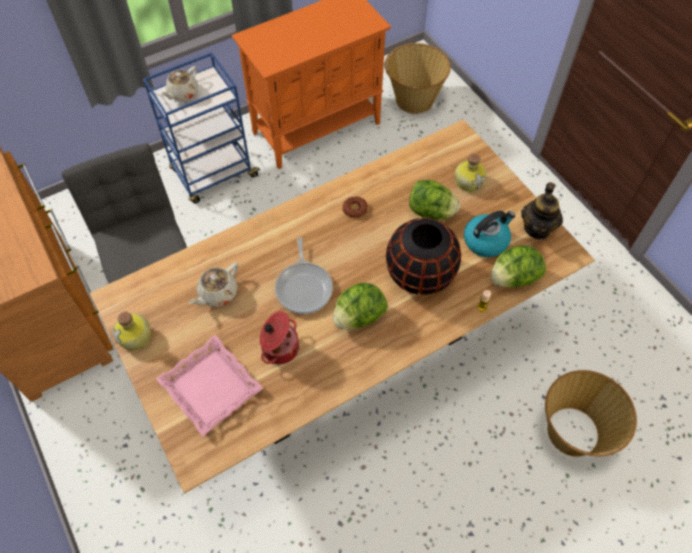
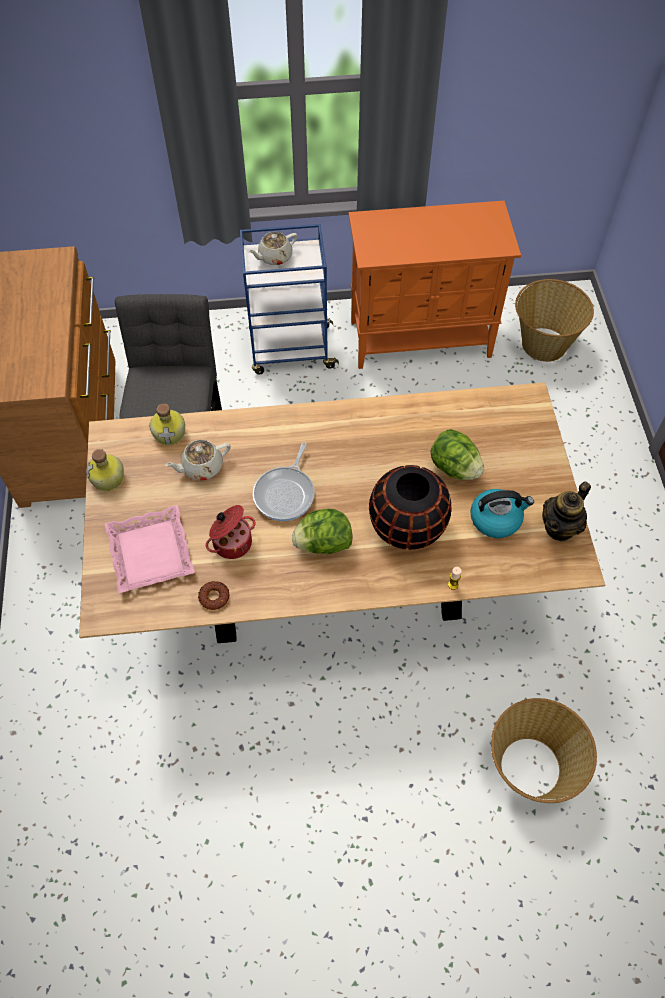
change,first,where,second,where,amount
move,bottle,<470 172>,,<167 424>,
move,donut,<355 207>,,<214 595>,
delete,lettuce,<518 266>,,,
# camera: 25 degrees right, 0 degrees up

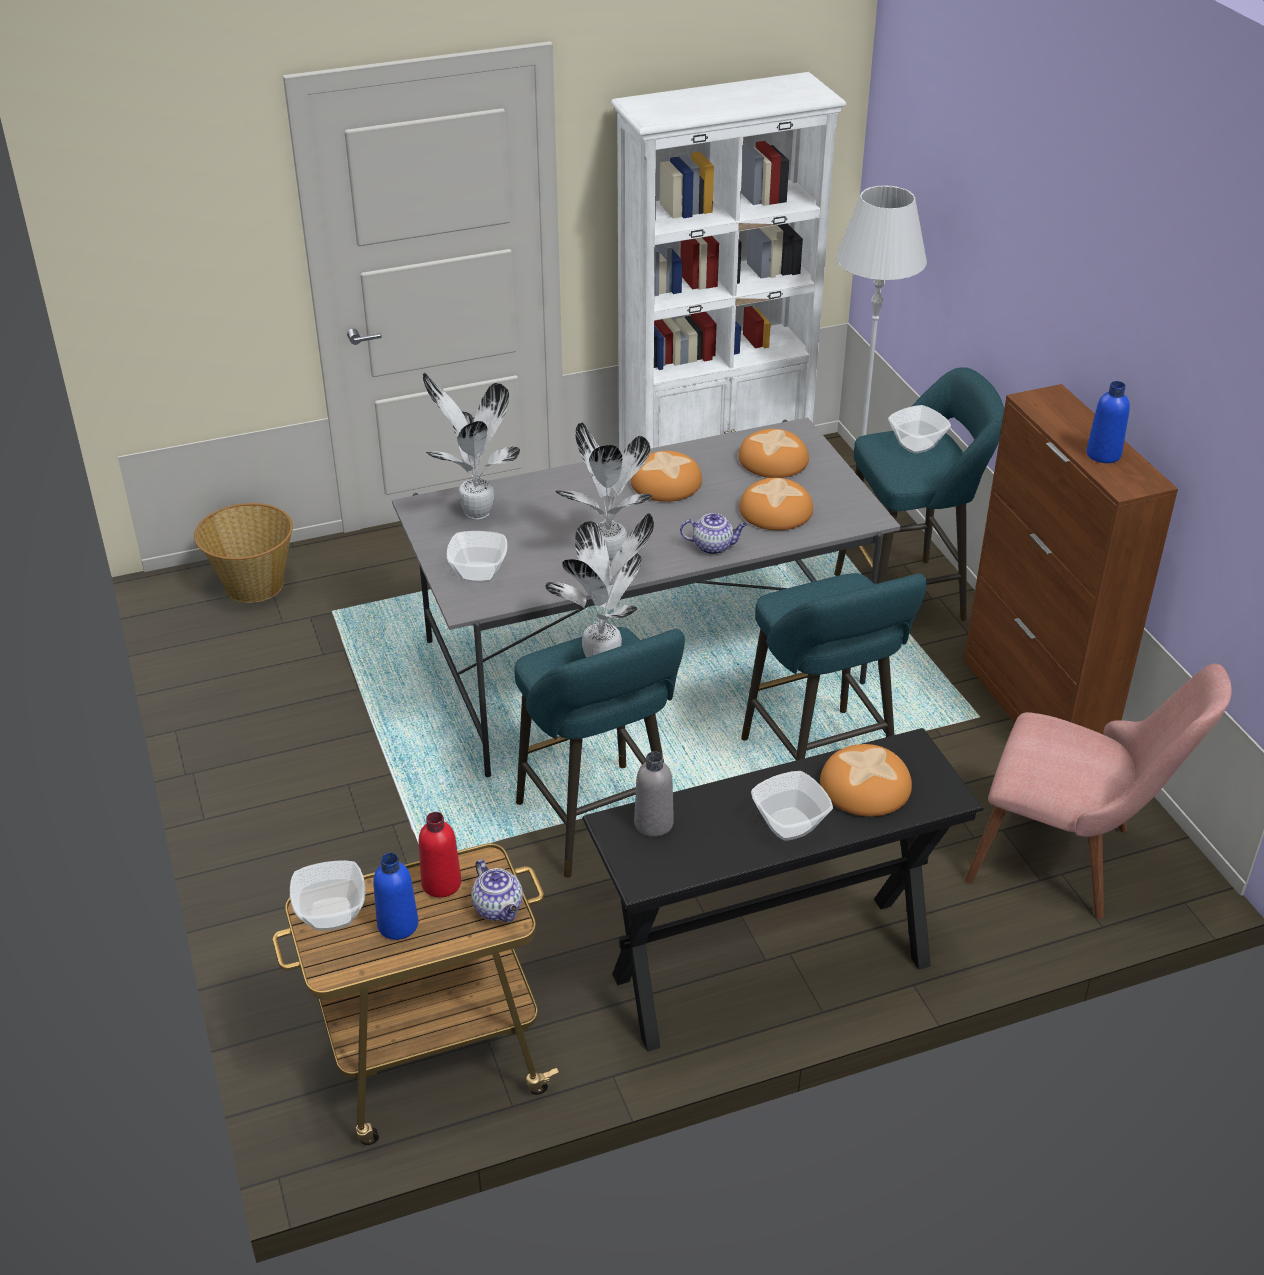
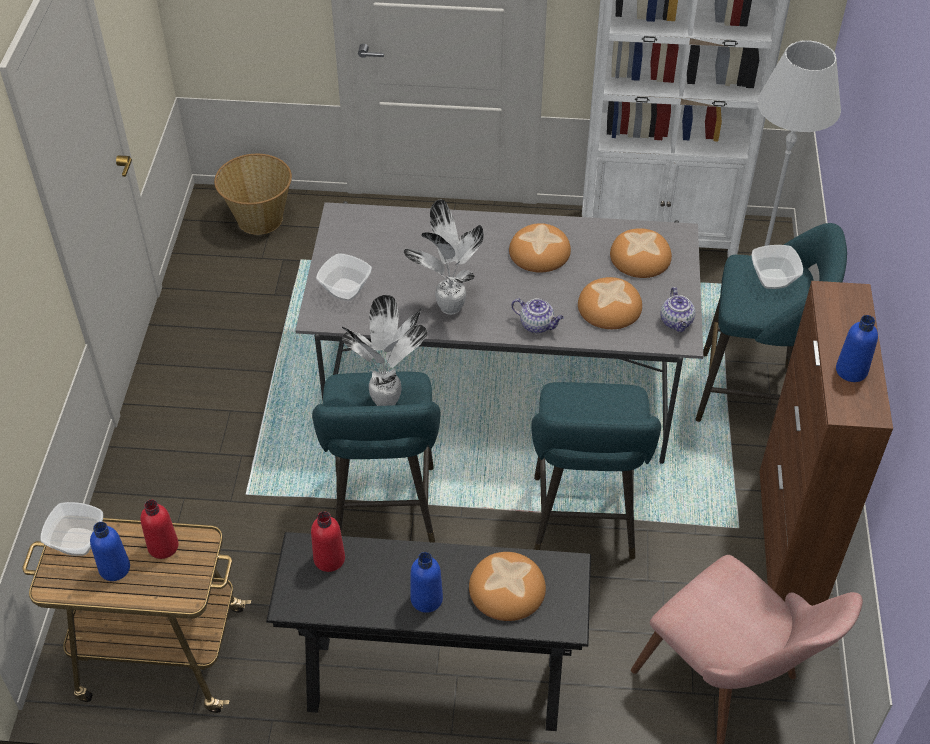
change,first,where,second,where,amount
recolor,grey bottle,<654 794>,red bottle,<328 541>,
replace,bowl,<792 806>,blue bottle,<426 582>,
move,teapot,<497 890>,,<678 309>,
delete,potted plant,<471 446>,,,
# camera: 25 degrees right, 10 degrees up

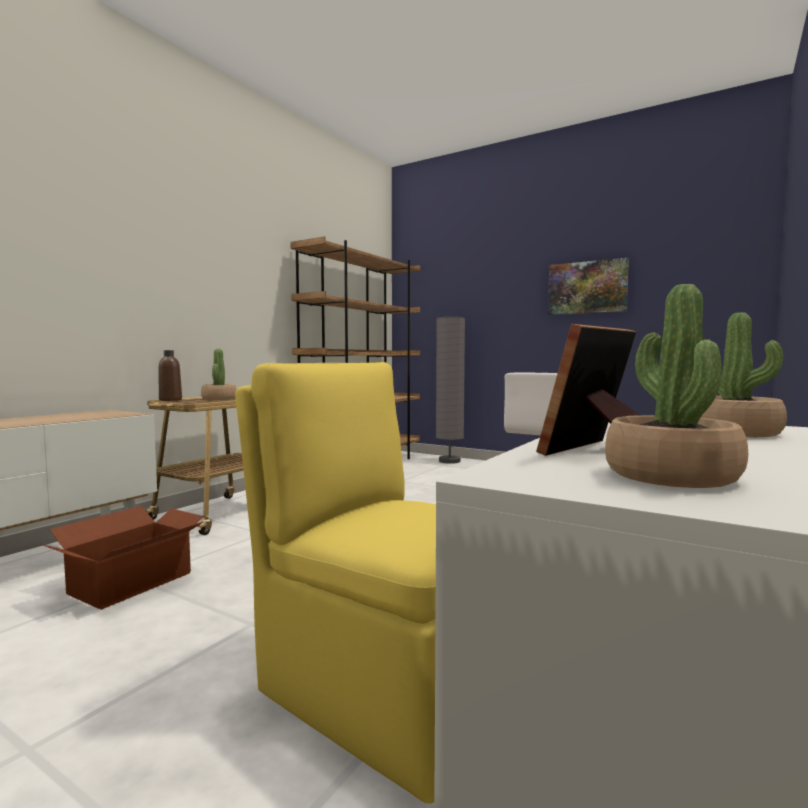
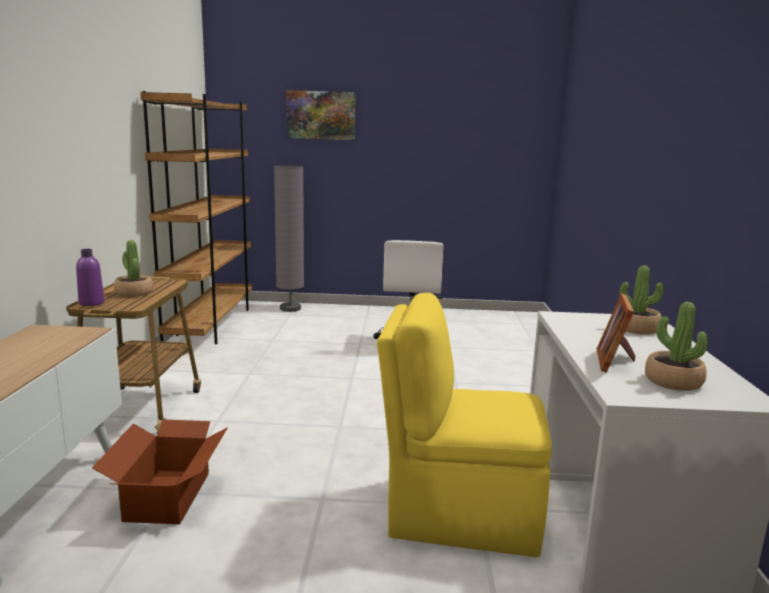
change,first,where,second,where,amount
recolor,brown bottle,<170 375>,purple bottle,<90 277>,
move,picture,<588 286>,,<321 115>,
# camera: 30 degrees left, 10 degrees up

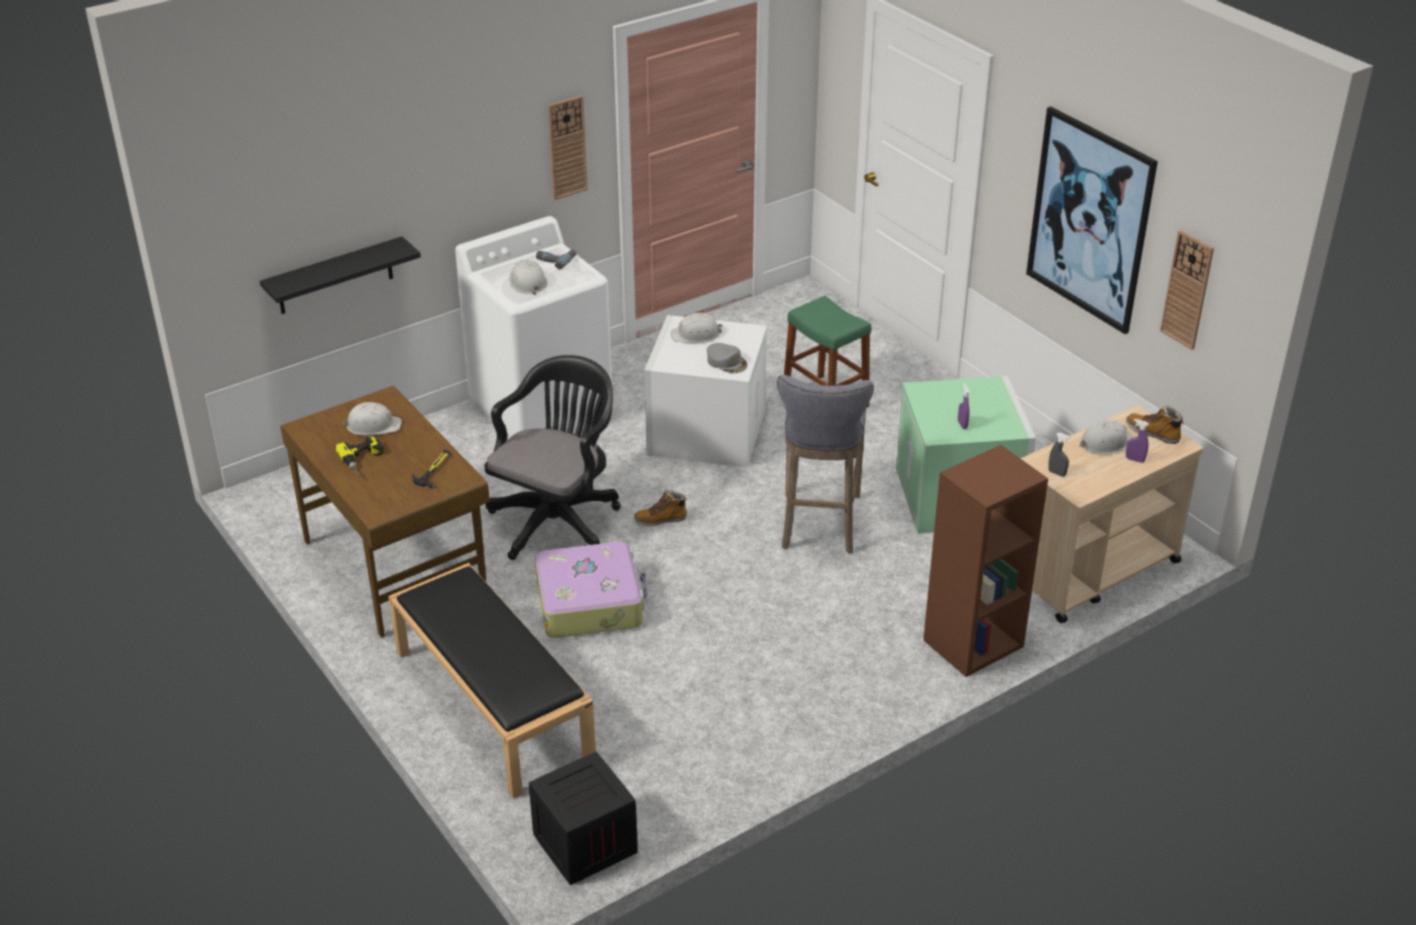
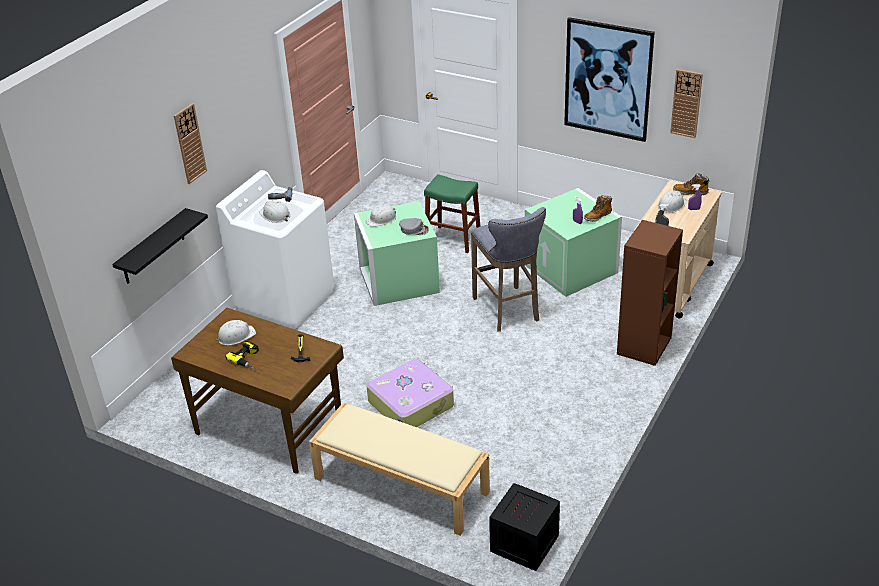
change,first,where,second,where,amount
move,wall clock,<568 147>,,<190 143>,
recolor,black bench,<492 681>,beige bench,<399 469>,
recolor,white storage box,<705 391>,green storage box,<397 253>,
move,boot,<660 508>,,<598 208>,
delete,black office chair,<552 457>,,,
# camera: 25 degrees left, 0 degrees up

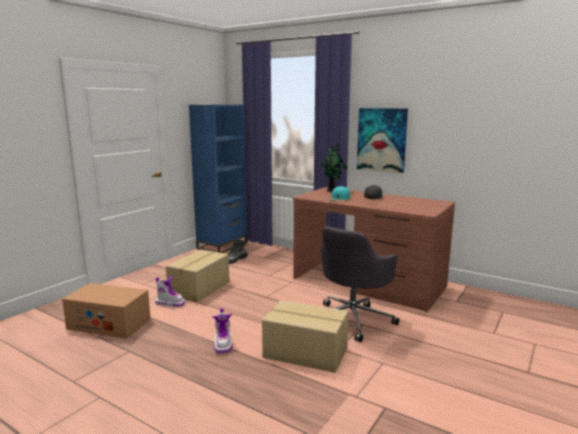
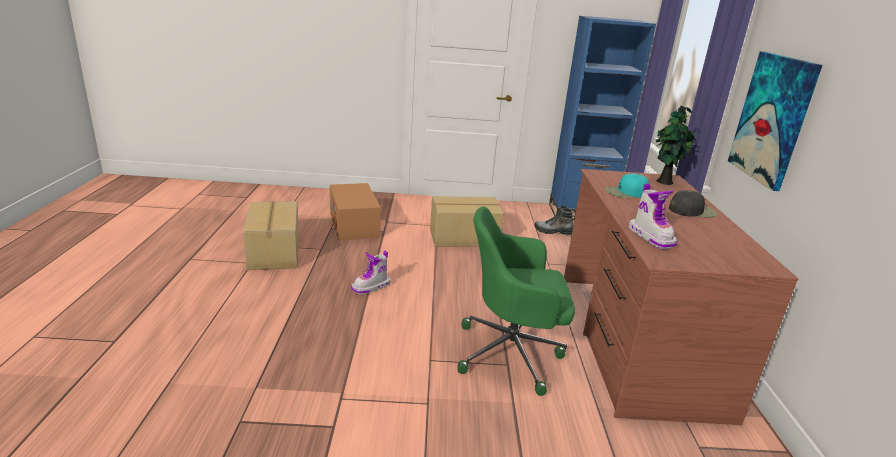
change,first,where,second,where,amount
move,cardboard box,<305 336>,,<271 235>,
recolor,grey office chair,<360 284>,green office chair,<516 301>,
move,boot,<170 291>,,<653 216>,
# camera: 55 degrees right, 10 degrees up

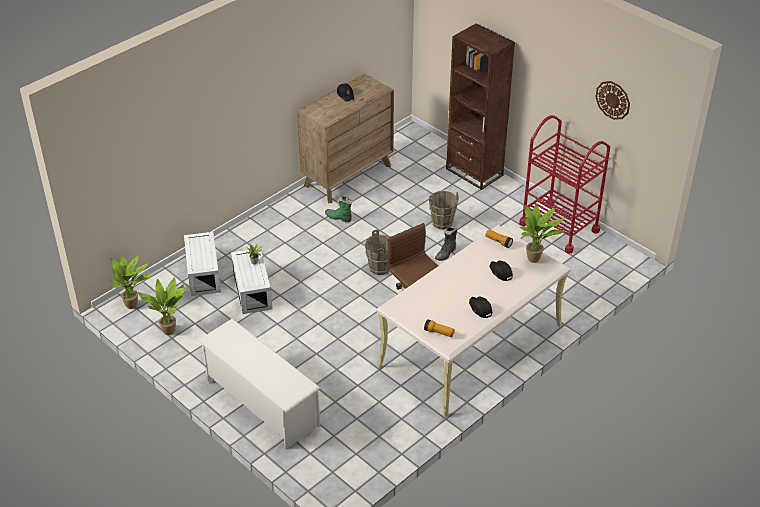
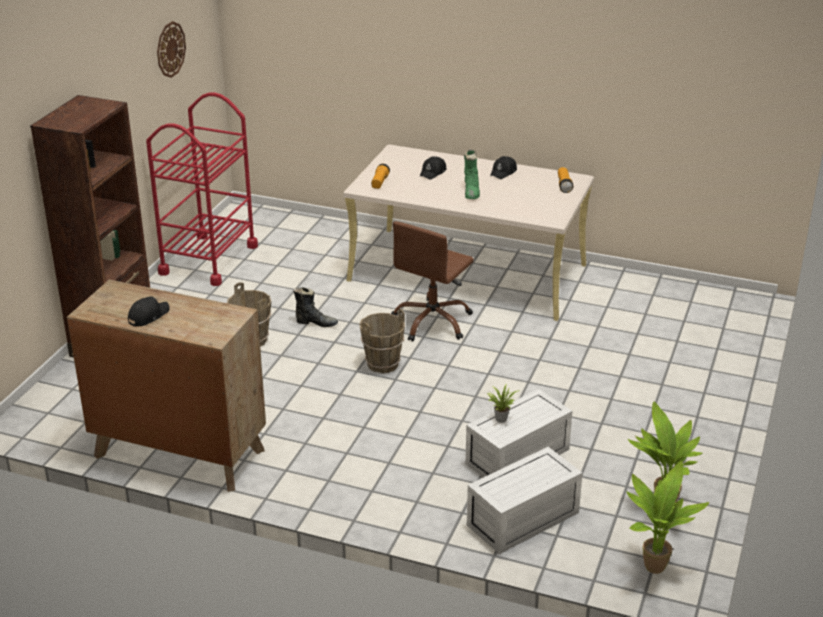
change,first,where,second,where,amount
move,green boot,<338 209>,,<472 174>,
delete,white shoe rack,<259 384>,,,
delete,potted plant,<542 234>,,,
# camera: 115 degrees left, 10 degrees down

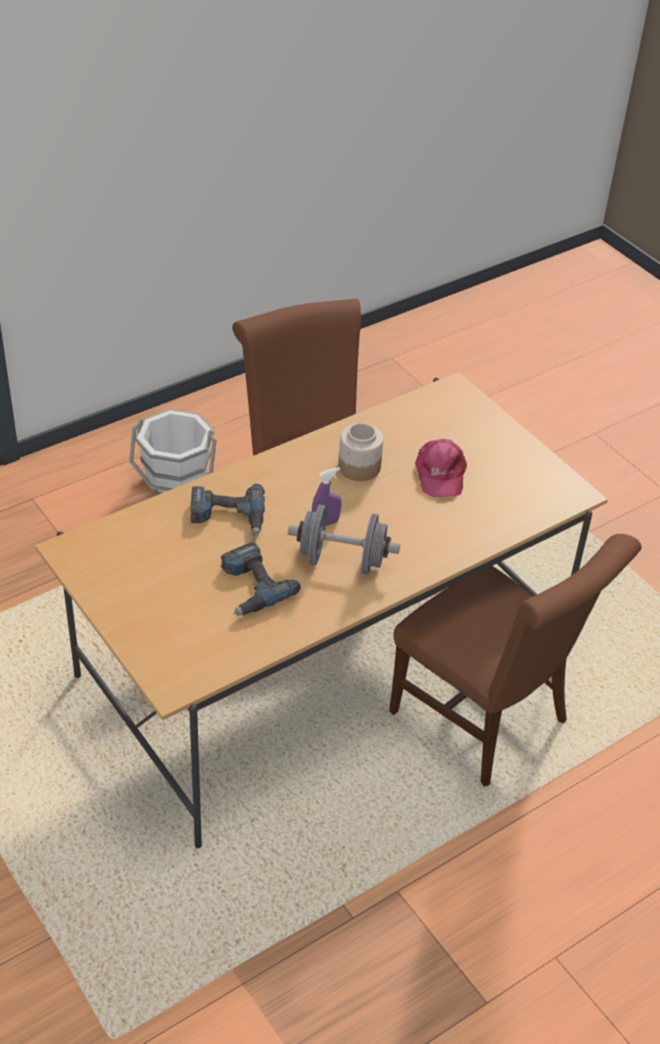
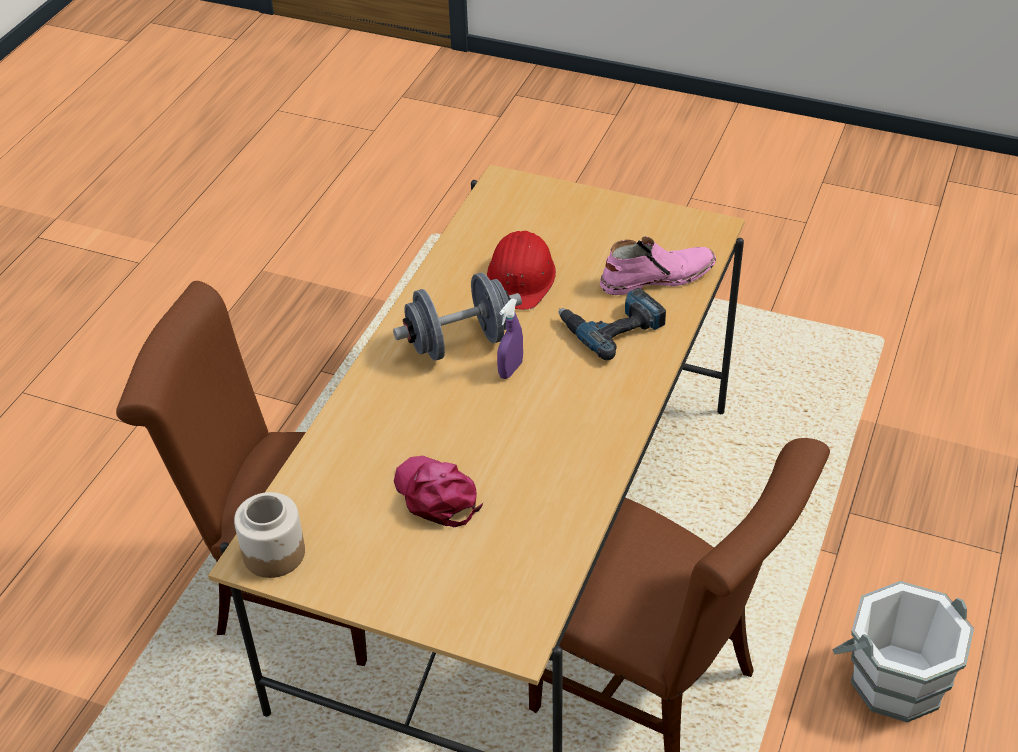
change,first,where,second,where,amount
move,jar,<360 452>,,<269 535>,
replace,power drill,<261 578>,red hard hat,<521 270>,
insert,,,pink boot,<658 265>,
# camera: 150 degrees right, 0 degrees up

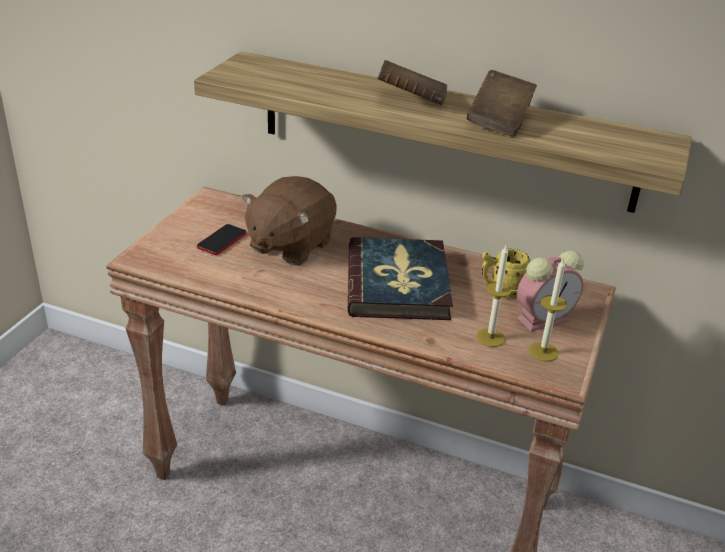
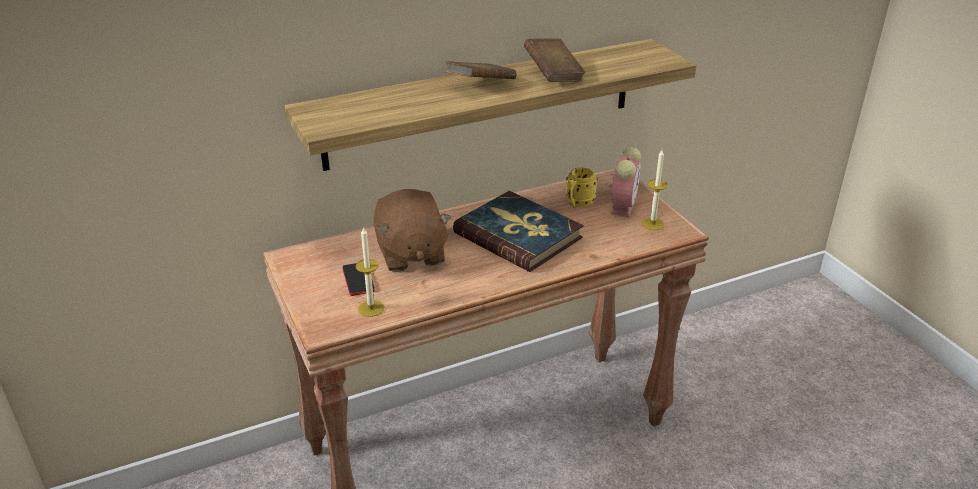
change,first,where,second,where,amount
move,candle,<494 296>,,<370 272>,
# camera: 45 degrees left, 0 degrees up

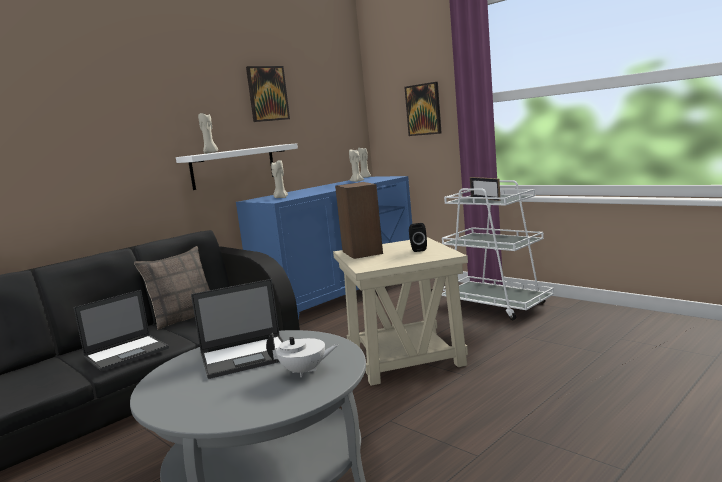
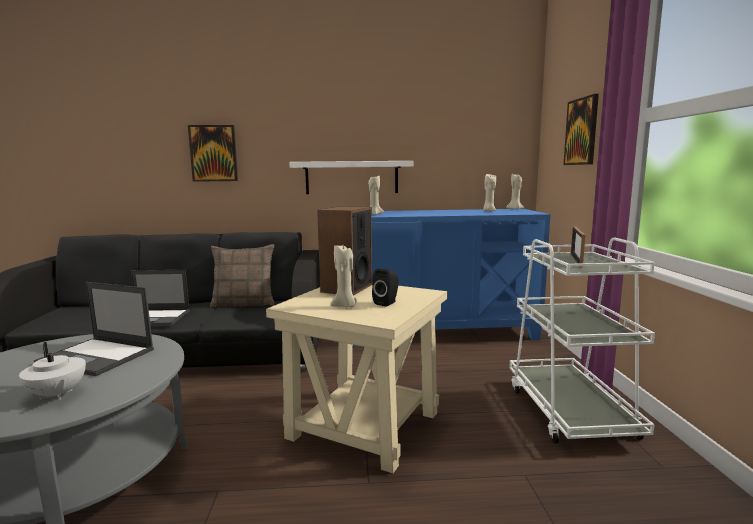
change,first,where,second,where,amount
move,picture,<268 94>,,<213 153>,
move,beige candle,<208 133>,,<344 275>,
# camera: 40 degrees right, 0 degrees up

